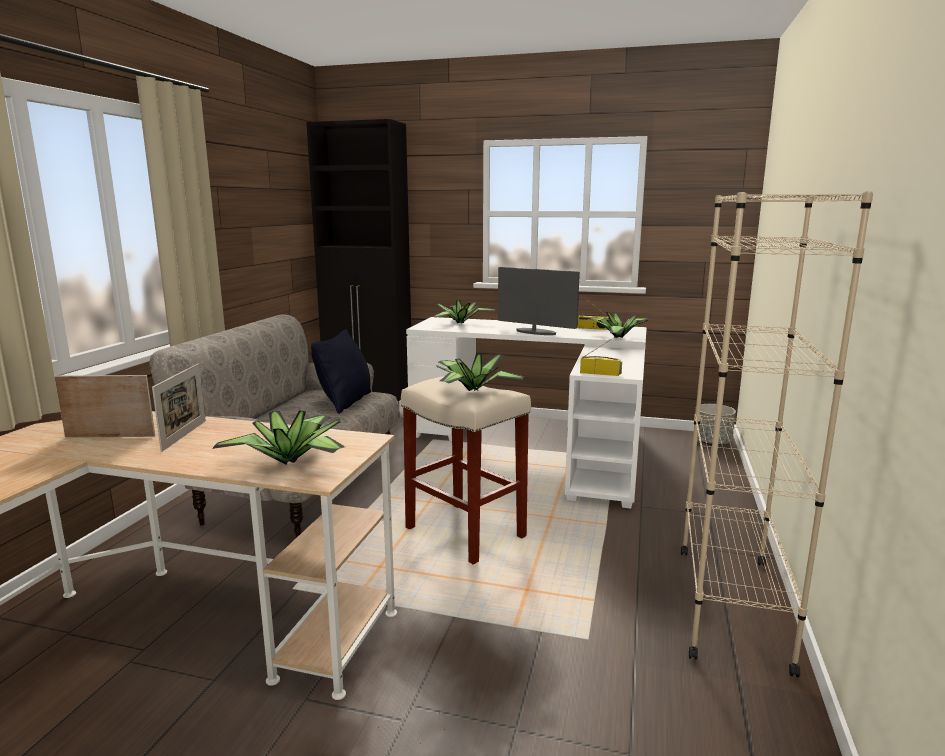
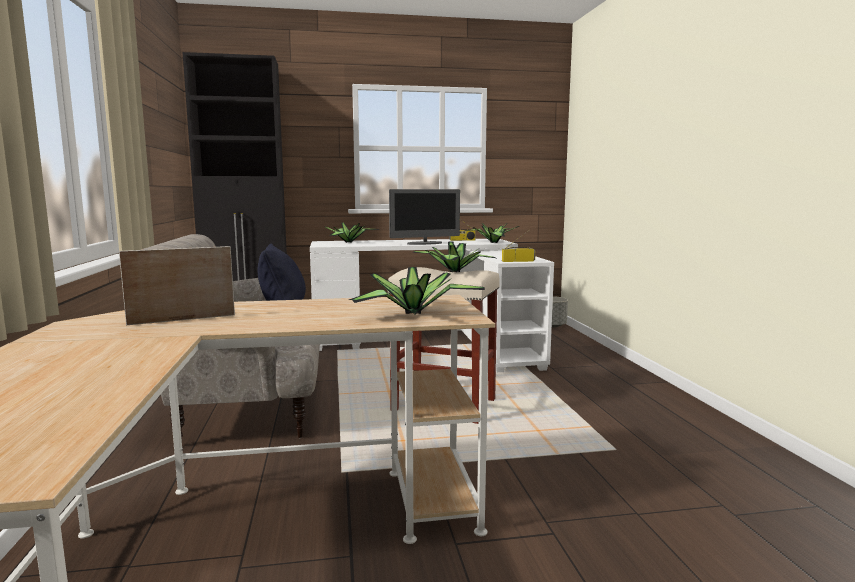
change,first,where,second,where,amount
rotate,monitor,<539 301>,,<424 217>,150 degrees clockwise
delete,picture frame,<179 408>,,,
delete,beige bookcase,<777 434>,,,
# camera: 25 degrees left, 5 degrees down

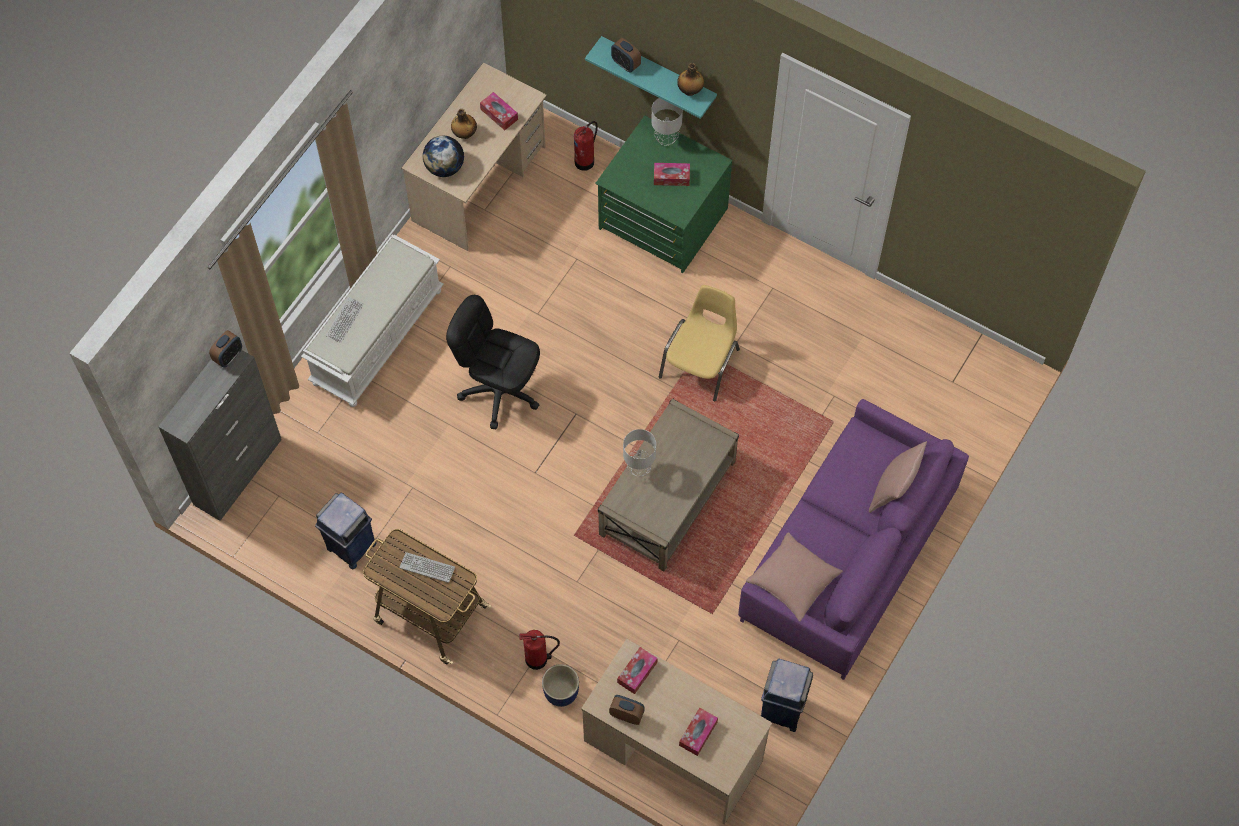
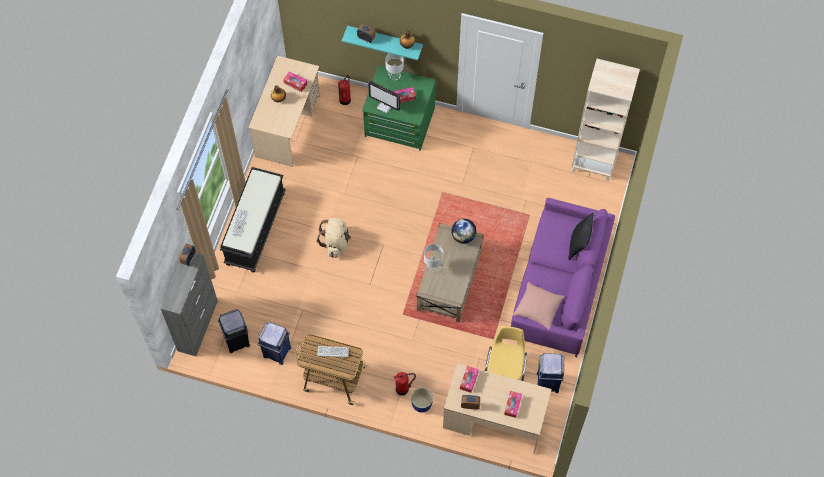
change,first,where,second,where,amount
insert,,,blue trash can,<234 331>,
recolor,white bench,<372 321>,black bench,<253 219>,
replace,black office chair,<493 362>,beige backpack,<334 238>,
insert,,,monitor,<384 96>,
move,globe,<443 156>,,<463 231>,
move,yellow chair,<699 343>,,<506 353>,
recolor,pink pillow,<898 477>,black pillow,<580 236>,
insert,,,beige bookcase,<606 120>,
# camera: 15 degrees left, 0 degrees up

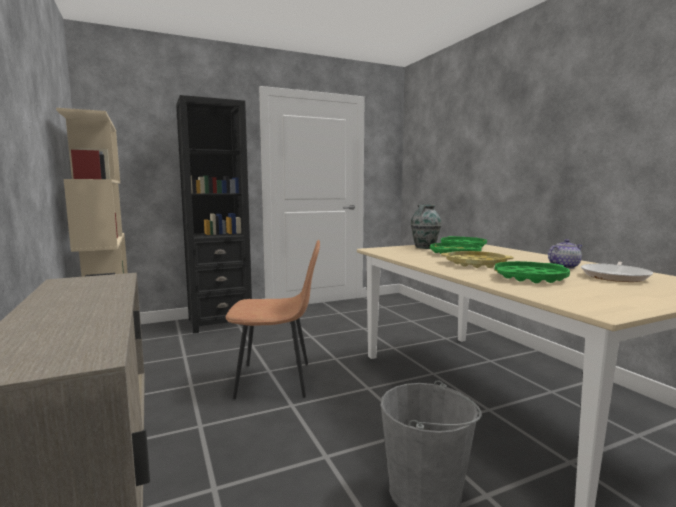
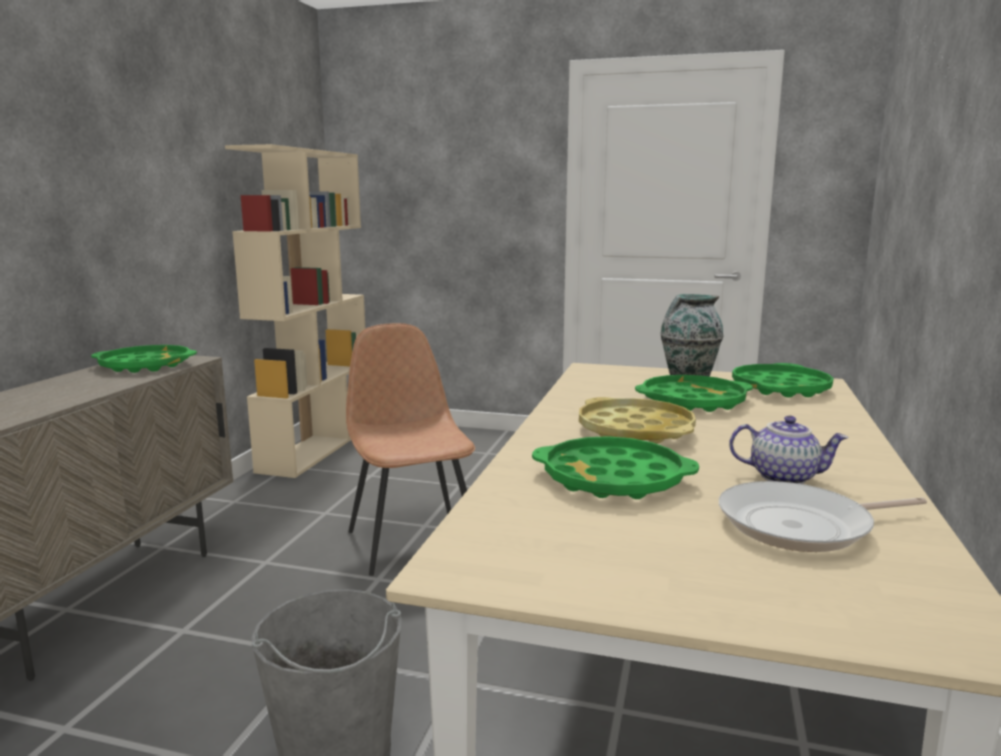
change,first,where,second,where,amount
insert,,,green tray,<144 359>,
rotate,brown chair,<273 319>,,<410 449>,150 degrees counterclockwise
delete,black bookcase,<214 214>,,,
# camera: 40 degrees right, 5 degrees up

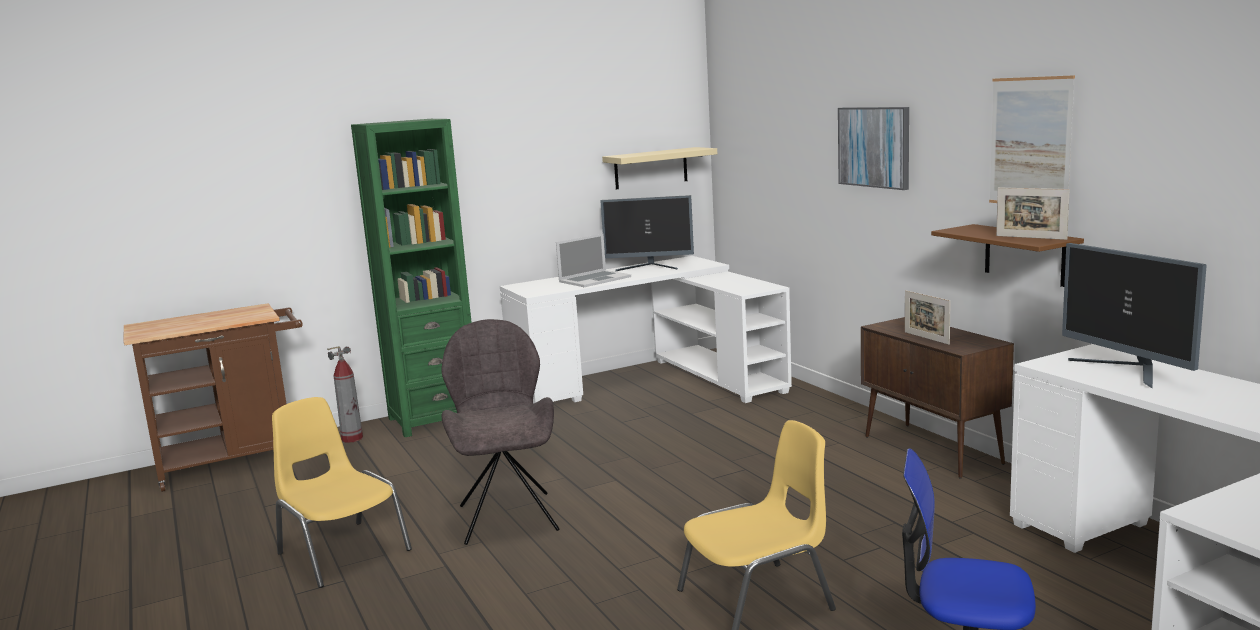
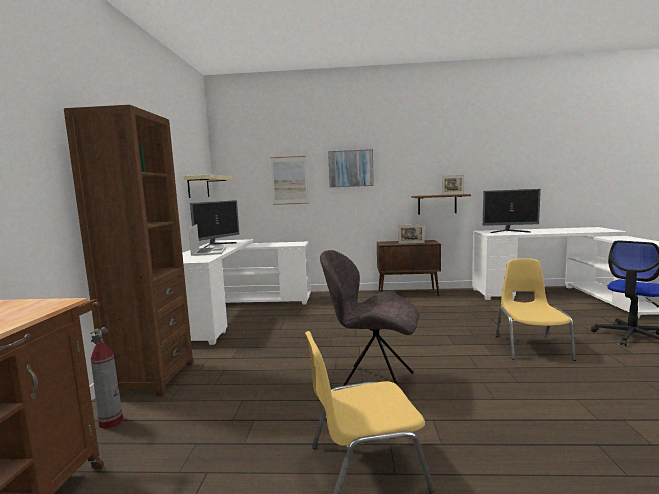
change,first,where,second,where,amount
recolor,green bookcase,<411 278>,brown bookcase,<128 251>,
move,picture,<1032 139>,,<289 180>,
# camera: 60 degrees left, 5 degrees down

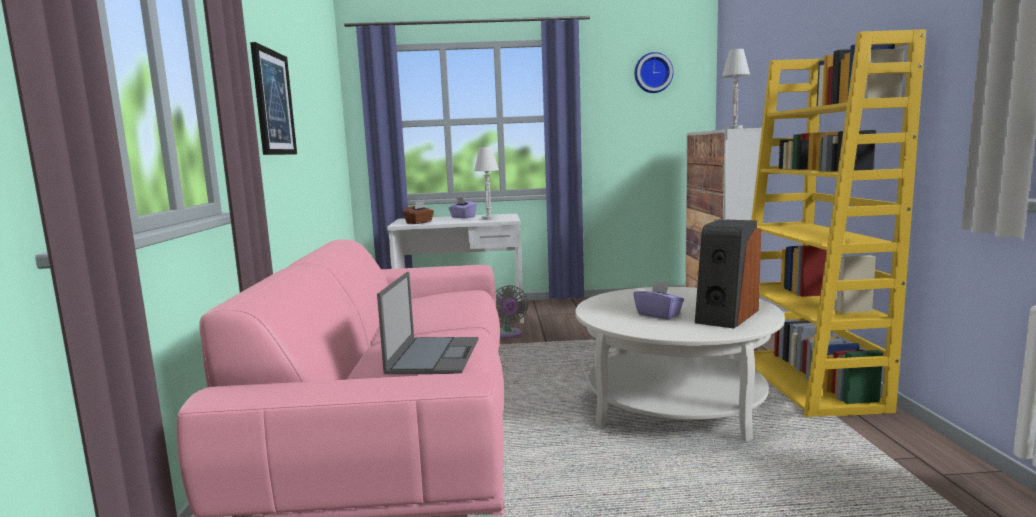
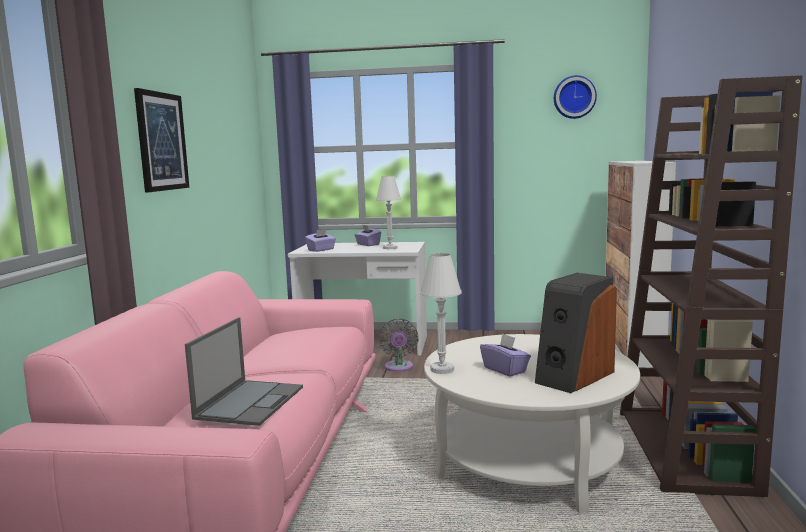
change,first,where,second,where,amount
recolor,brown tissue box,<418 212>,purple tissue box,<320 240>,
move,white table lamp,<736 89>,,<441 313>,
recolor,yellow bookcase,<838 223>,brown bookcase,<711 286>,
# camera: 10 degrees right, 0 degrees up

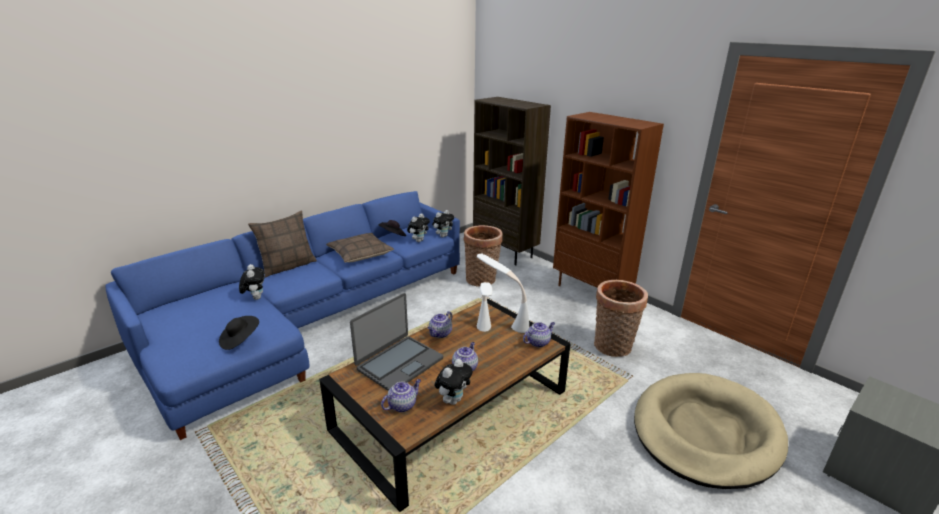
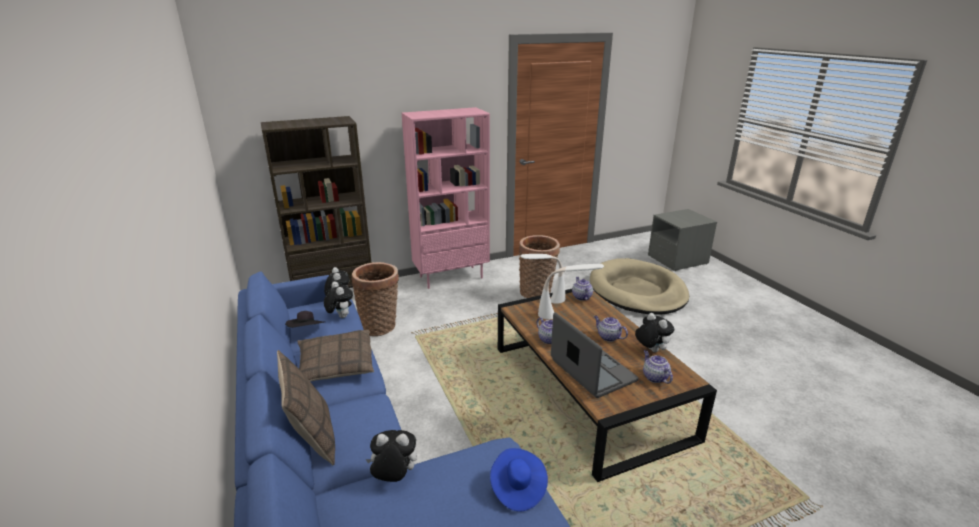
change,first,where,second,where,amount
recolor,brown bookcase,<608 200>,pink bookcase,<446 198>,
recolor,black hat,<239 333>,blue hat,<519 480>,
# camera: 70 degrees left, 0 degrees up

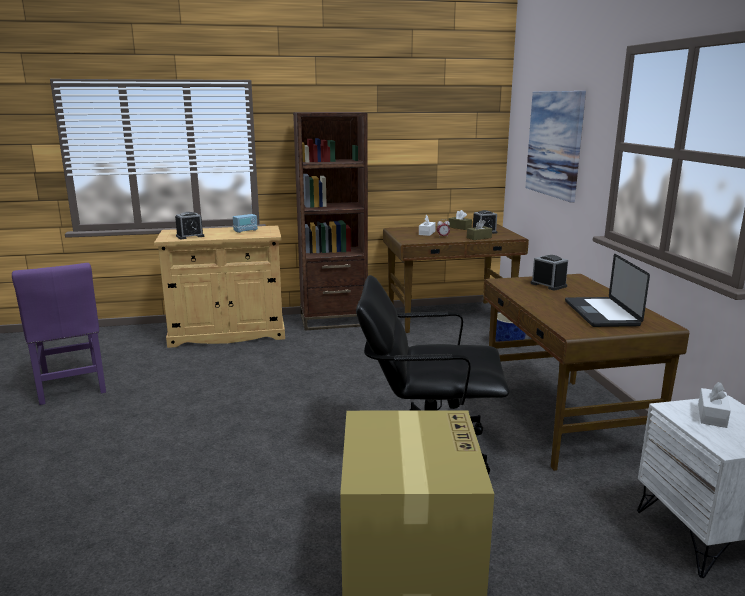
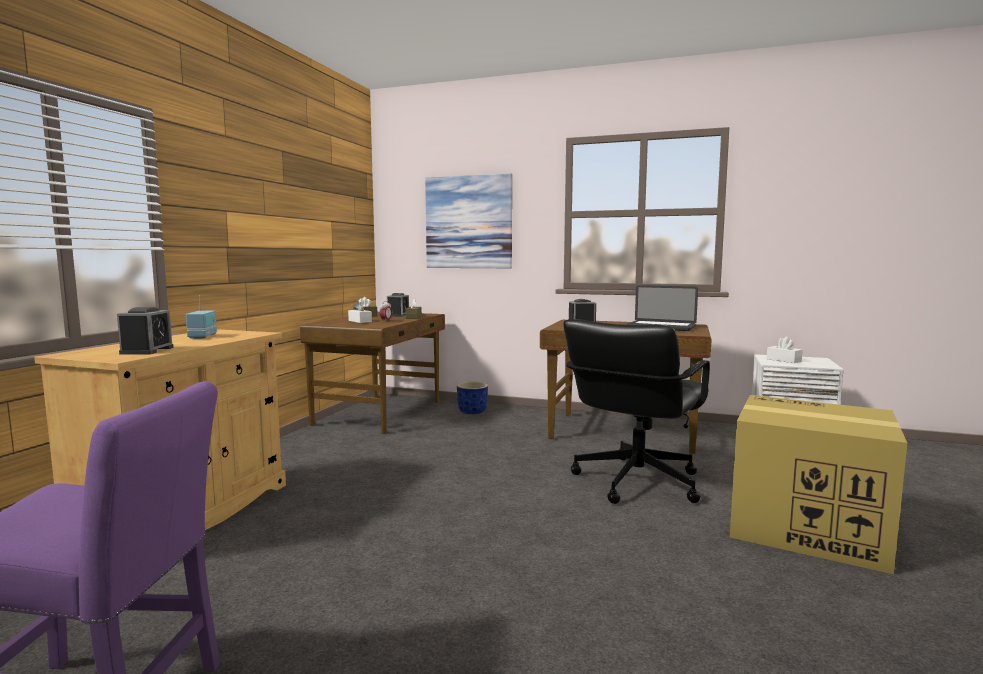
change,first,where,second,where,amount
delete,brown bookcase,<330 221>,,,
# camera: 60 degrees left, 10 degrees down

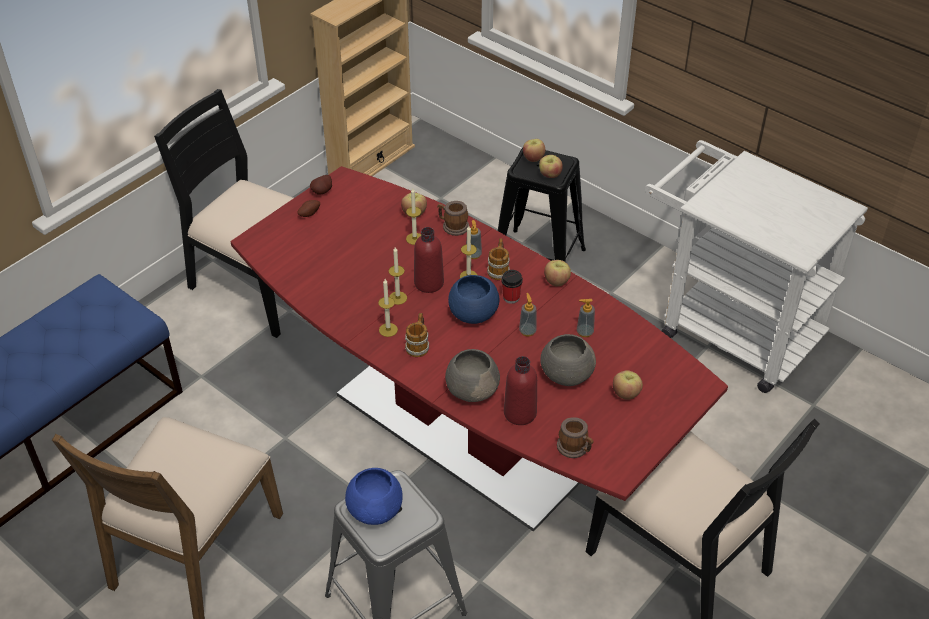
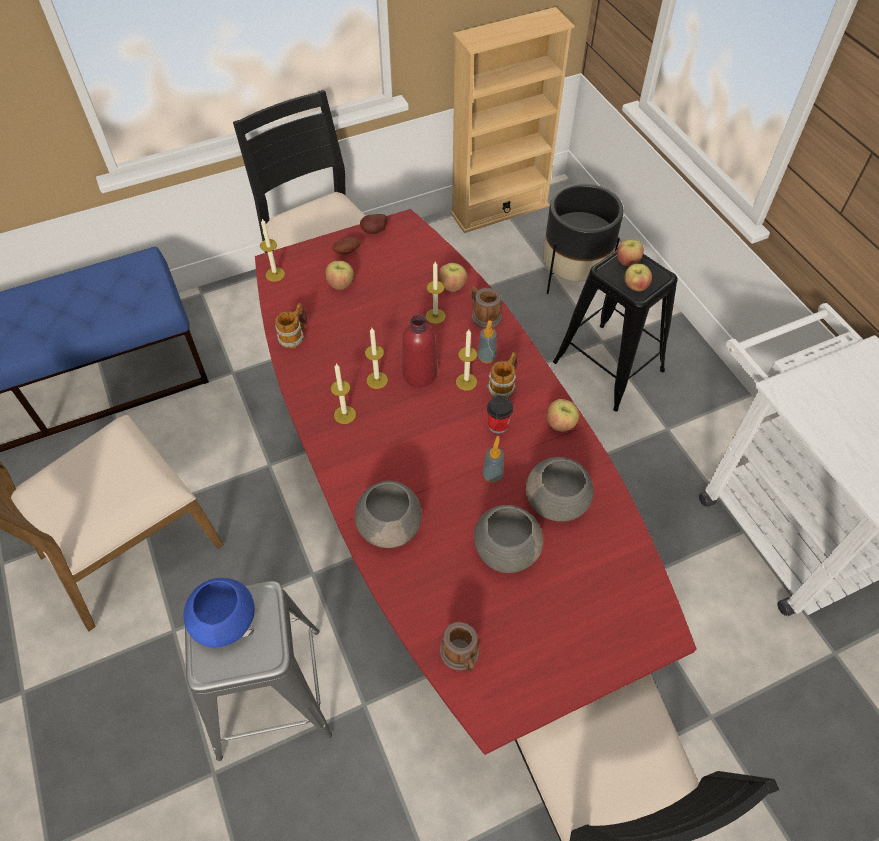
change,first,where,second,where,amount
insert,,,candle,<272 250>,
move,mug,<417 335>,,<291 326>,
move,apple,<628 385>,,<339 275>,
replace,soap dispenser,<586 318>,grey bowl,<560 489>,
insert,,,black planter,<583 238>,
delete,blue bowl,<473 299>,,,
delete,red bottle,<520 390>,,,
# camera: 25 degrees right, 10 degrees up

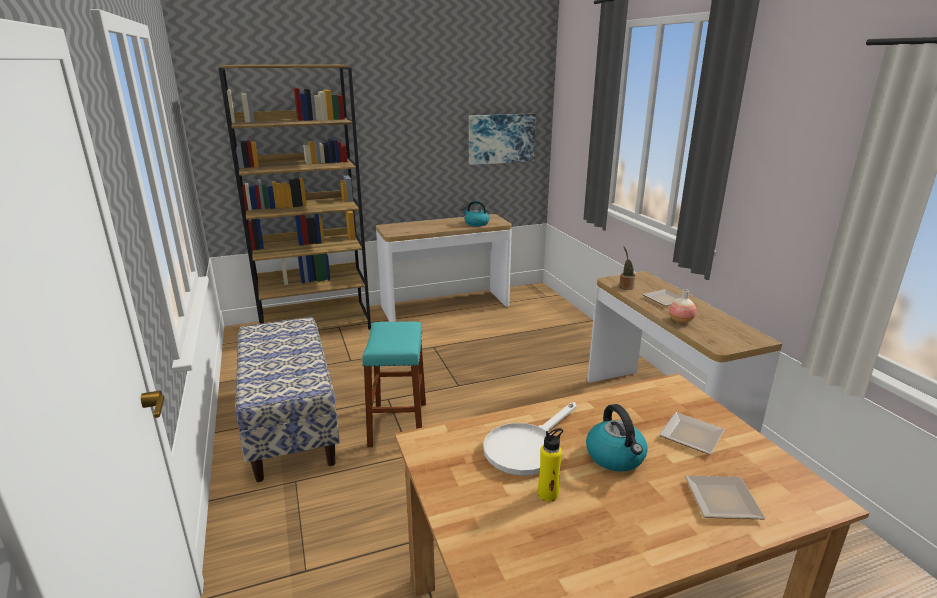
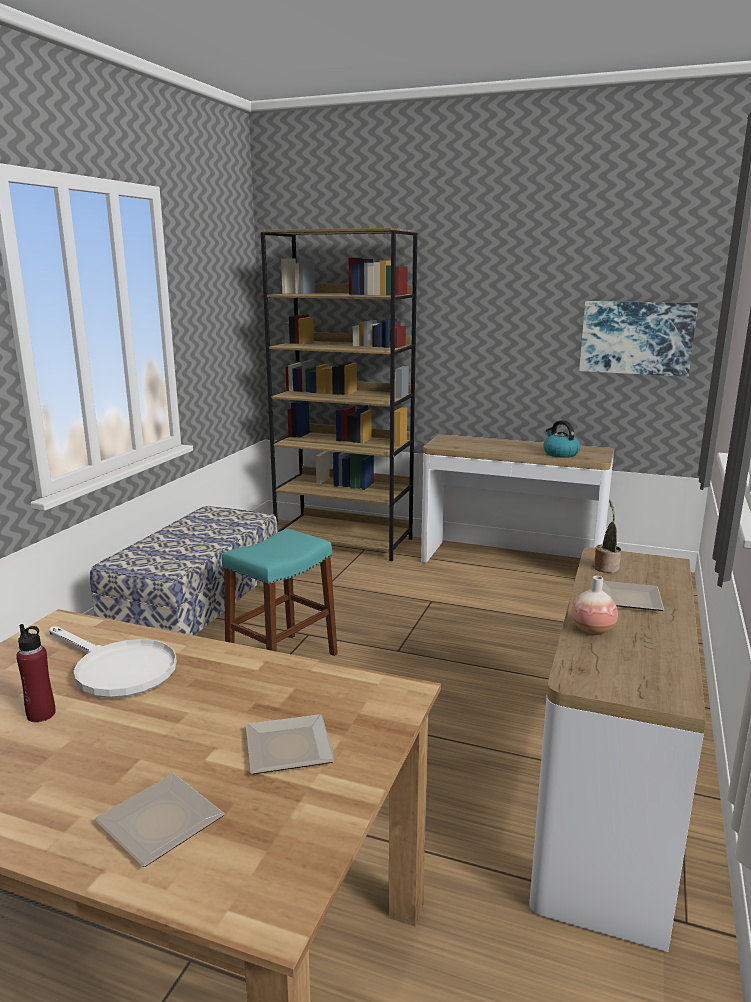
change,first,where,second,where,amount
recolor,yellow bottle,<550 465>,red bottle,<36 673>,
rotate,white frying pan,<530 439>,,<113 662>,135 degrees counterclockwise
delete,kettle,<617 438>,,,
# camera: 40 degrees right, 5 degrees down

